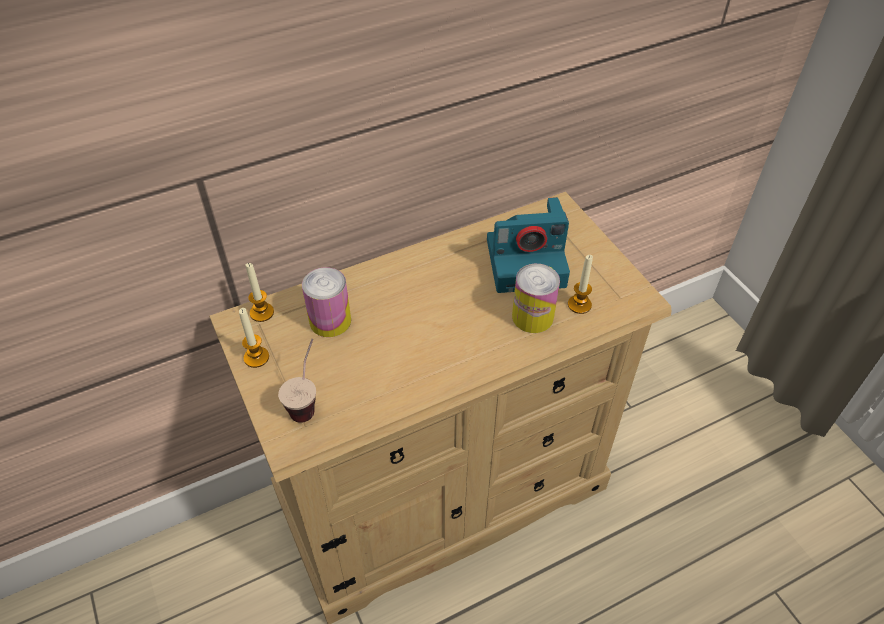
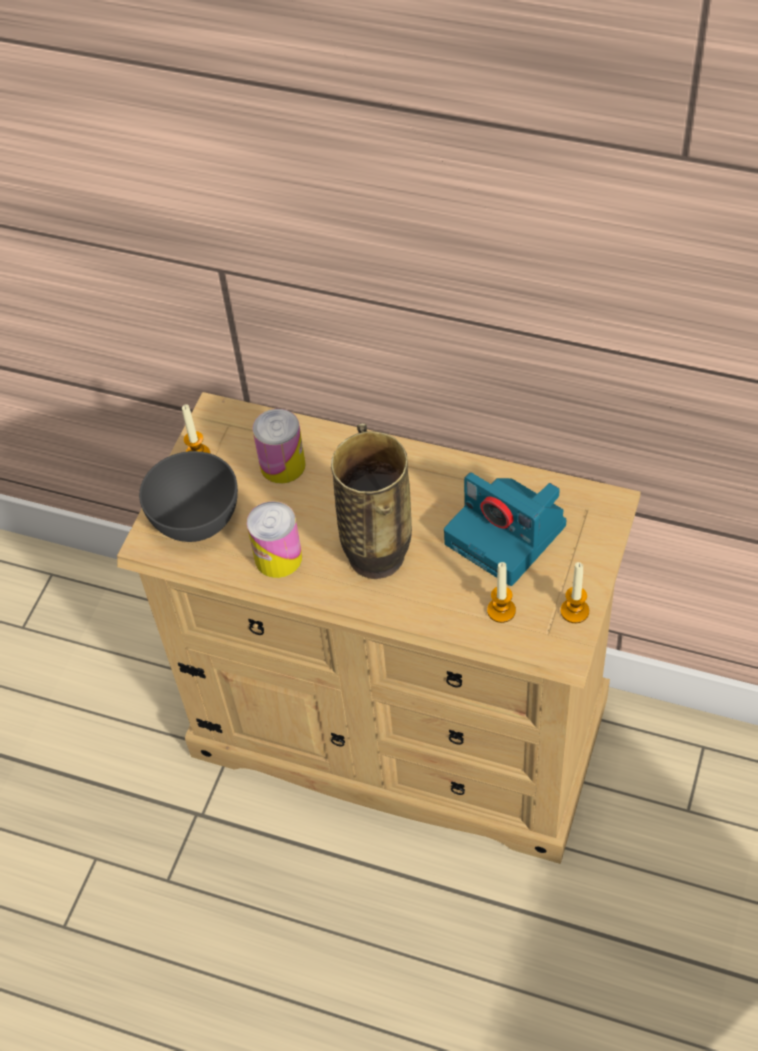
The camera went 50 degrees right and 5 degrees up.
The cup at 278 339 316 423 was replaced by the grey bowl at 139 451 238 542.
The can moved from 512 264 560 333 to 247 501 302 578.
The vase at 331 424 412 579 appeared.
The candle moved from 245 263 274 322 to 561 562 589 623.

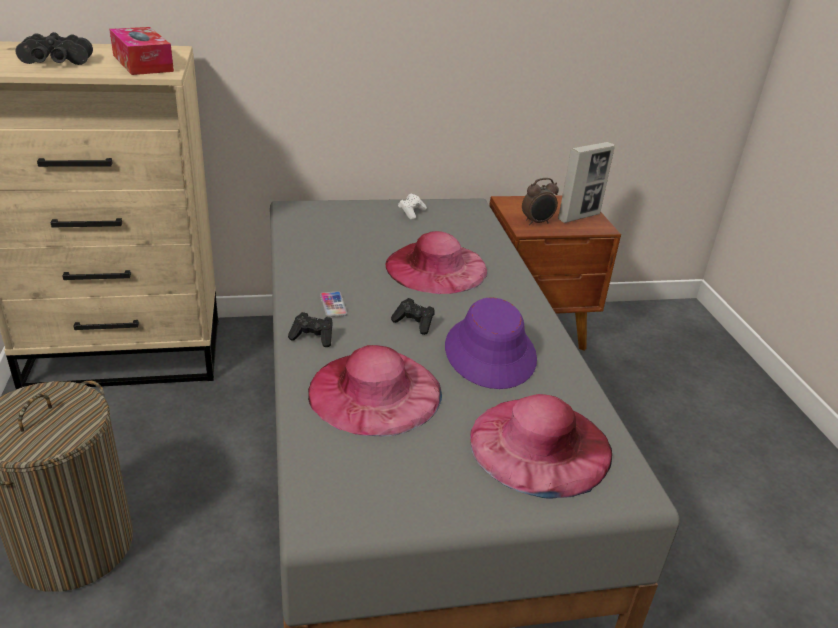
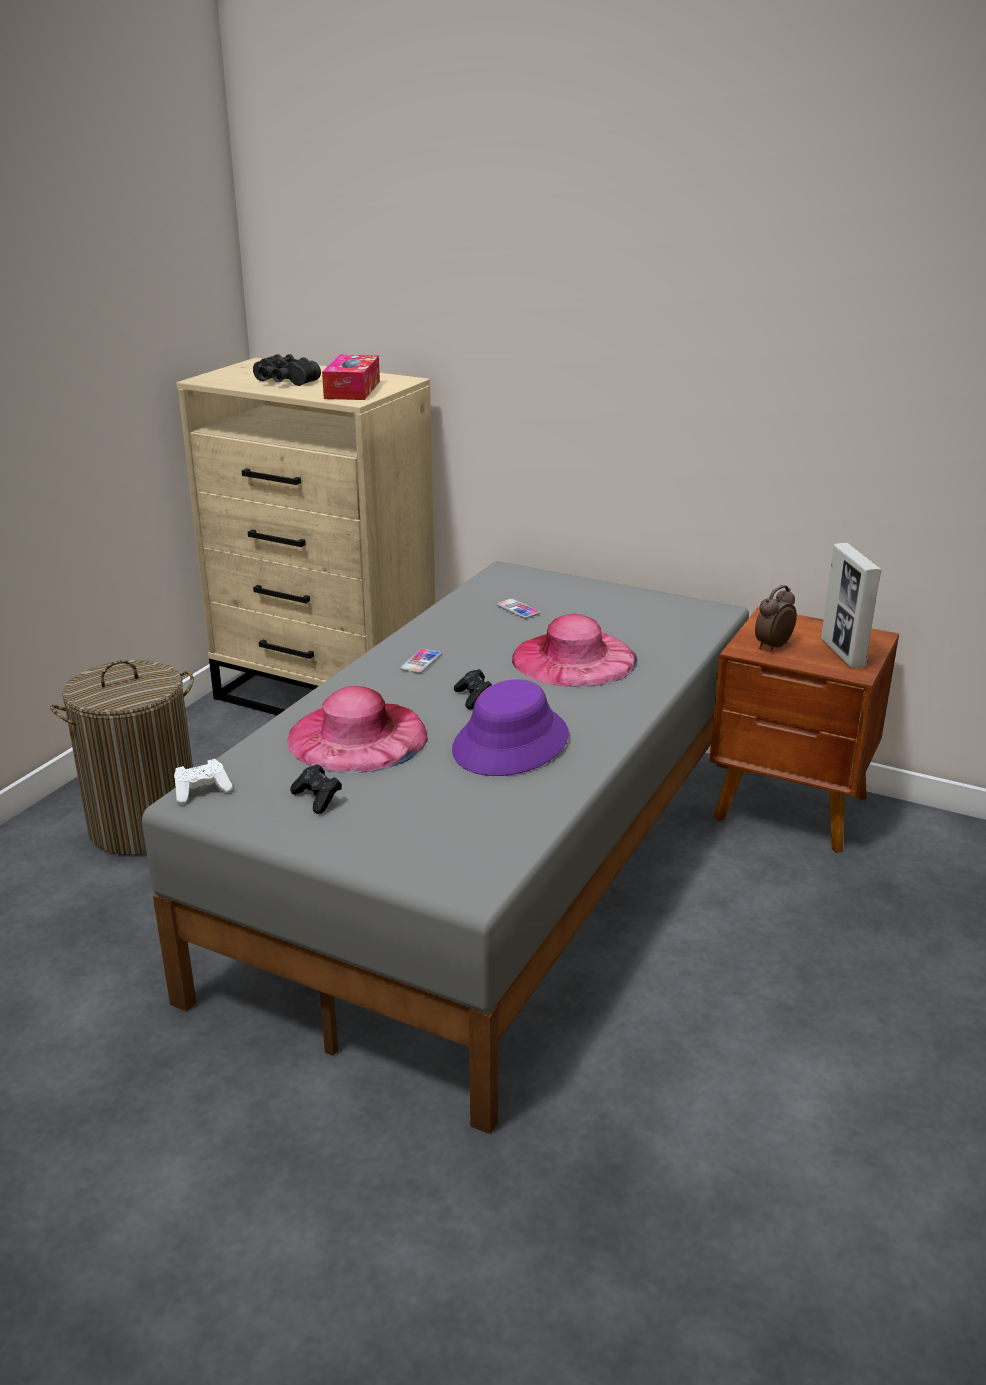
The camera went 40 degrees right and 5 degrees down.
The white game controller moved from 398 193 427 220 to 174 759 233 804.
The black game controller moved from 288 312 333 347 to 290 764 342 814.
The phone at 497 599 540 619 appeared.
The alarm clock at 522 178 559 225 turned 120 degrees clockwise.
The picture frame at 558 142 615 223 turned 75 degrees clockwise.
The pink hat at 470 394 612 499 disappeared.

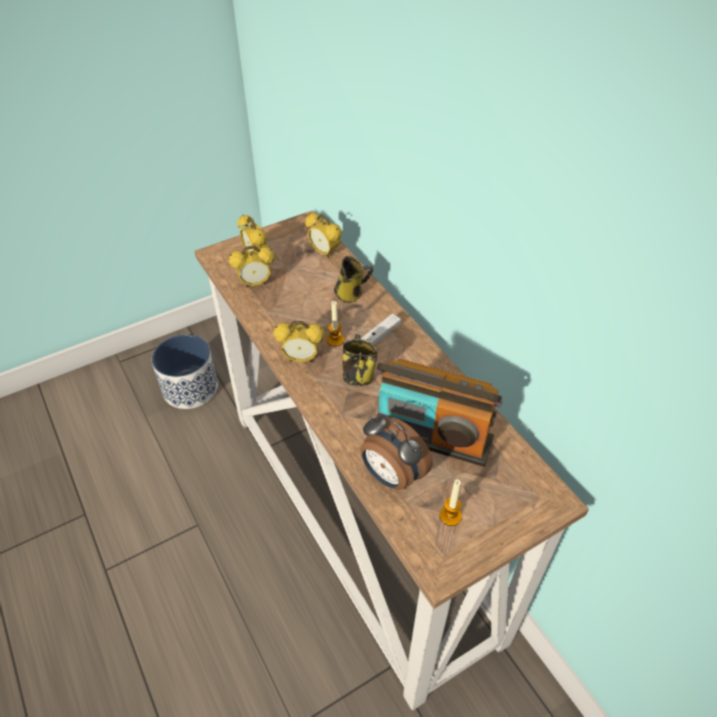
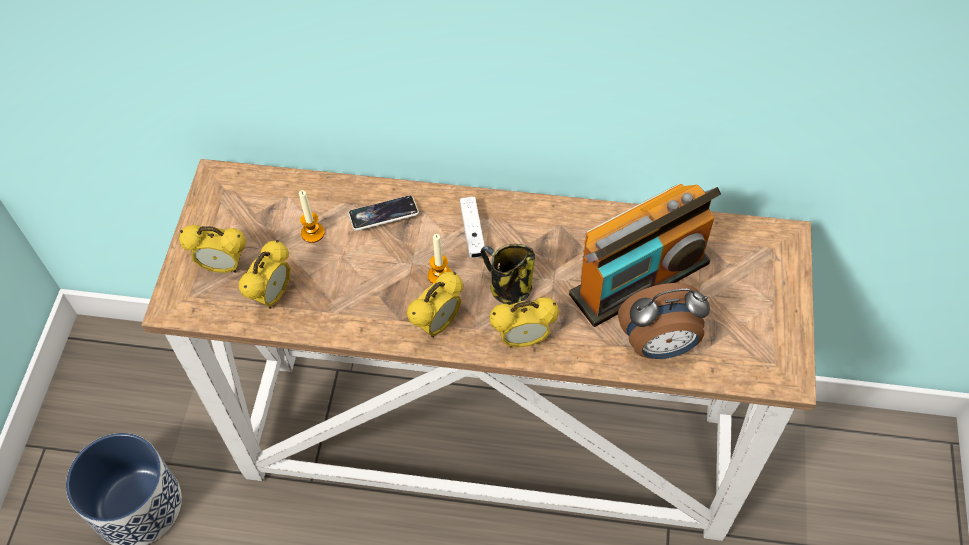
The camera went 50 degrees left and 10 degrees up.
The candle moved from 440 479 462 526 to 299 190 325 243.
The mug at 334 256 374 303 was replaced by the phone at 348 195 419 231.
The alarm clock moved from 305 213 342 258 to 489 297 559 347.

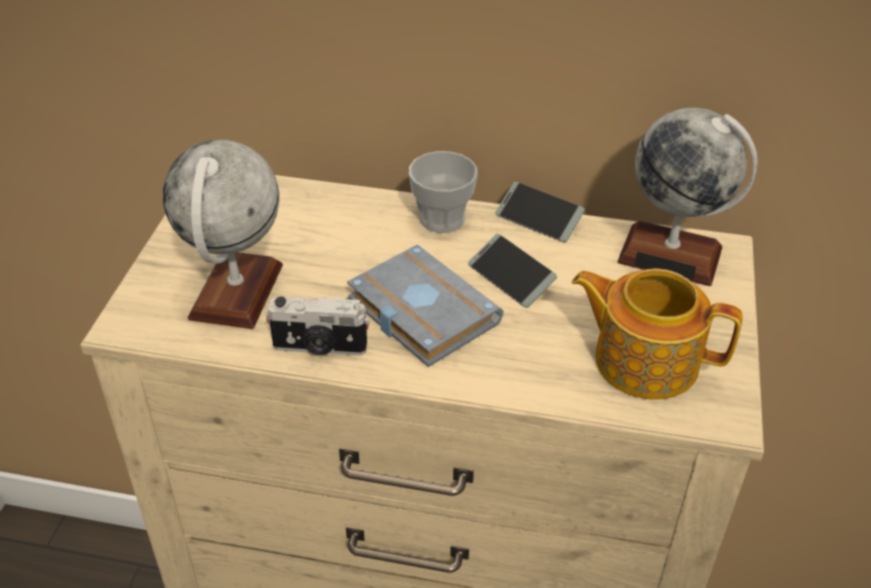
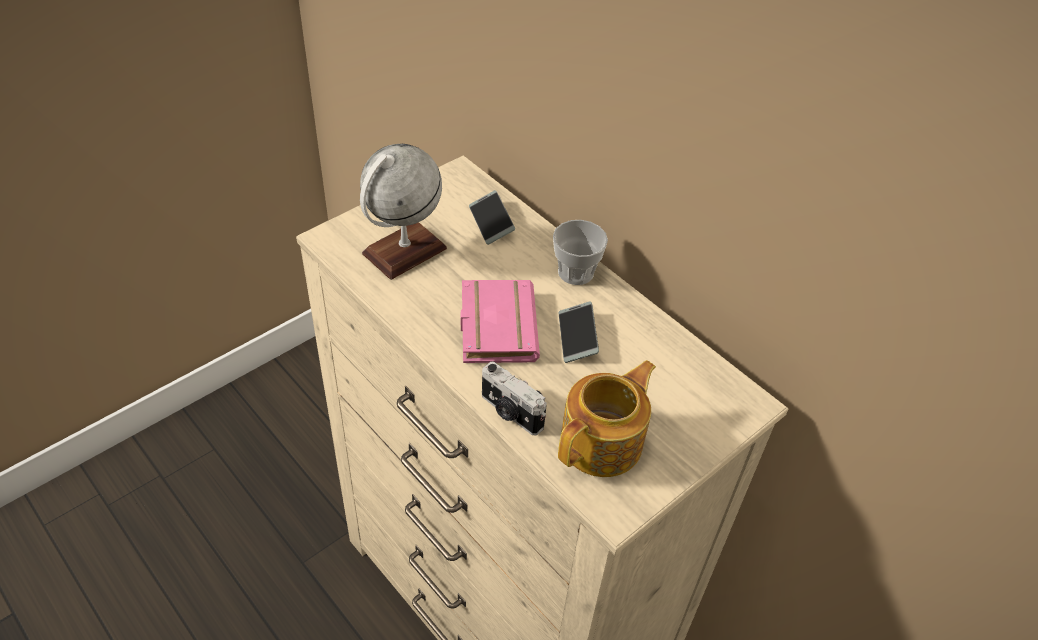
The camera went 35 degrees right and 5 degrees up.
The grey book at 347 244 504 367 became the pink book at 461 280 540 363.
The phone moved from 495 182 585 242 to 469 190 515 245.
The photo camera moved from 266 297 370 356 to 482 362 547 435.
The teapot at 572 268 743 400 turned 75 degrees clockwise.
The globe at 617 108 758 286 disappeared.

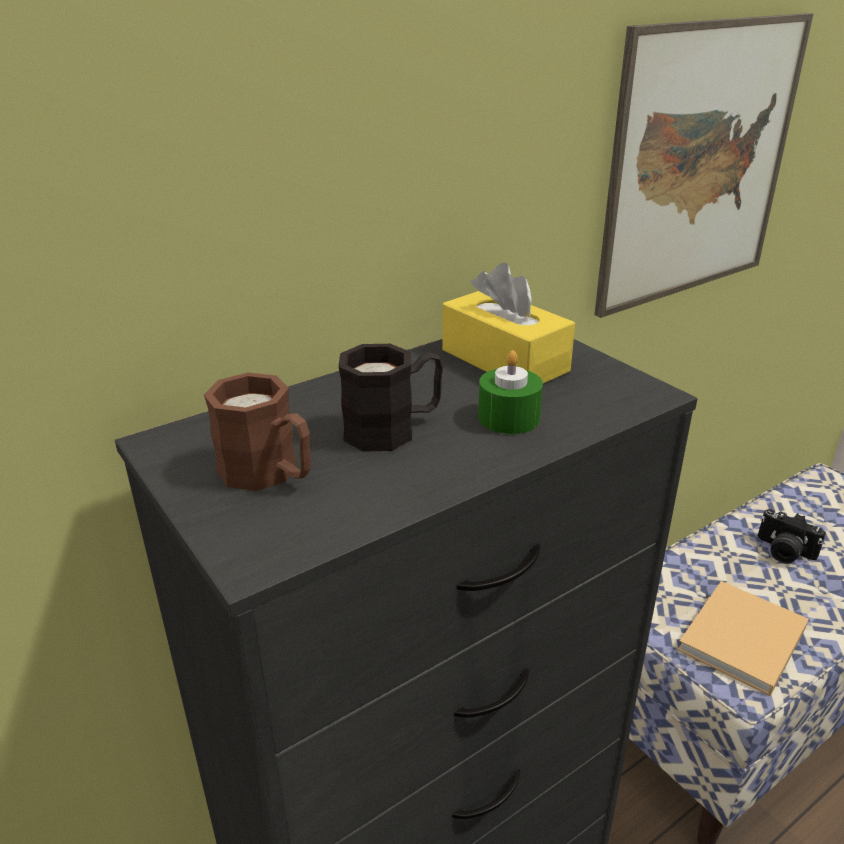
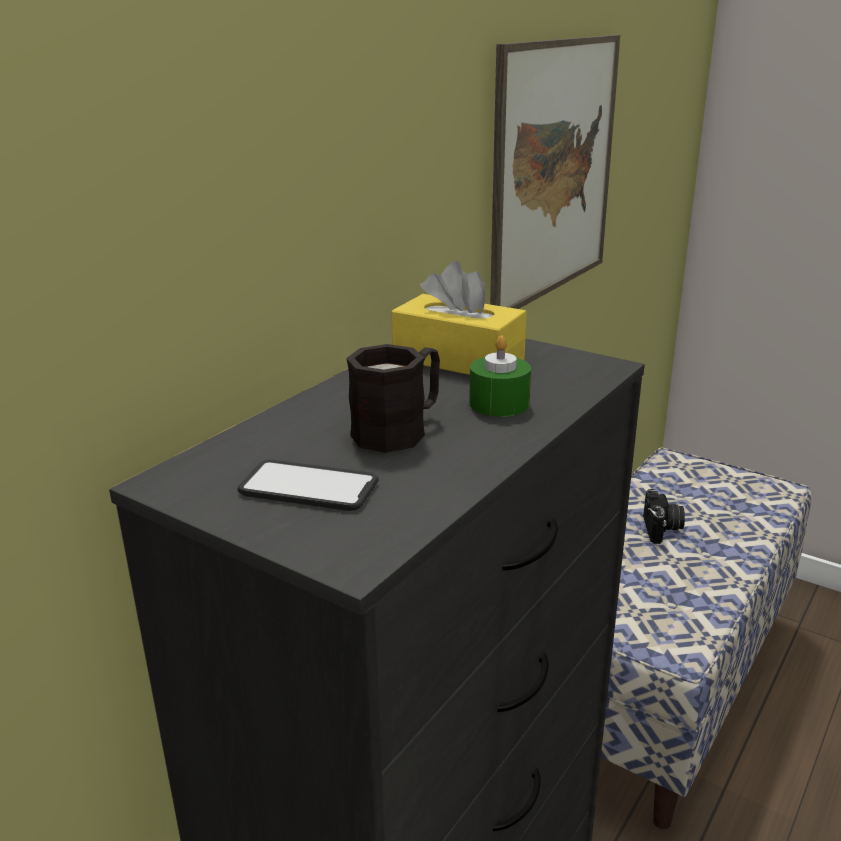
The camera went 20 degrees left and 5 degrees down.
The brown mug at 204 373 311 491 was replaced by the phone at 237 460 379 511.
The photo camera at 758 509 826 564 turned 105 degrees counterclockwise.
The beige book at 678 581 809 696 disappeared.

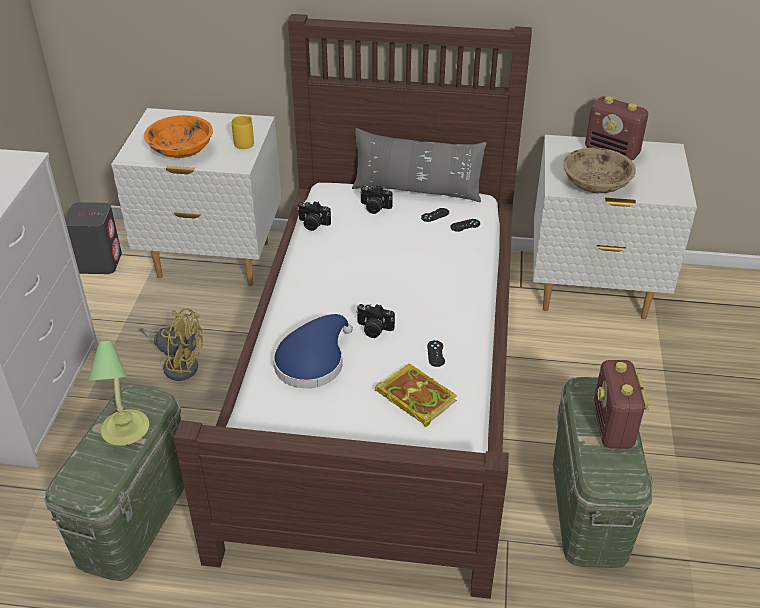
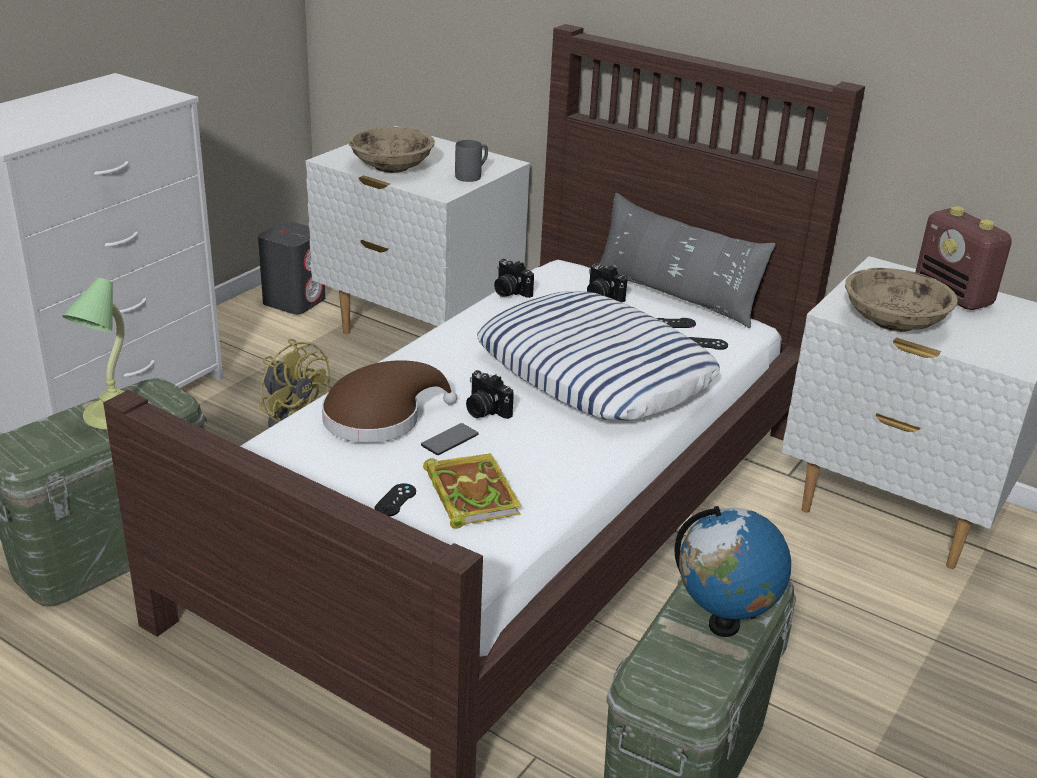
The camera went 25 degrees right and 10 degrees down.
The blue hat at 273 314 353 388 became the brown hat at 322 360 457 443.
The orange bowl at 144 115 213 158 became the beige bowl at 348 127 435 173.
The black game controller moved from 427 340 445 367 to 374 483 416 516.
The phone at 421 423 478 455 appeared.
The yellow mug at 232 116 254 149 became the grey mug at 455 140 488 182.
The pillow at 477 291 720 421 appeared.
The radio at 593 360 649 449 was replaced by the globe at 674 506 791 637.

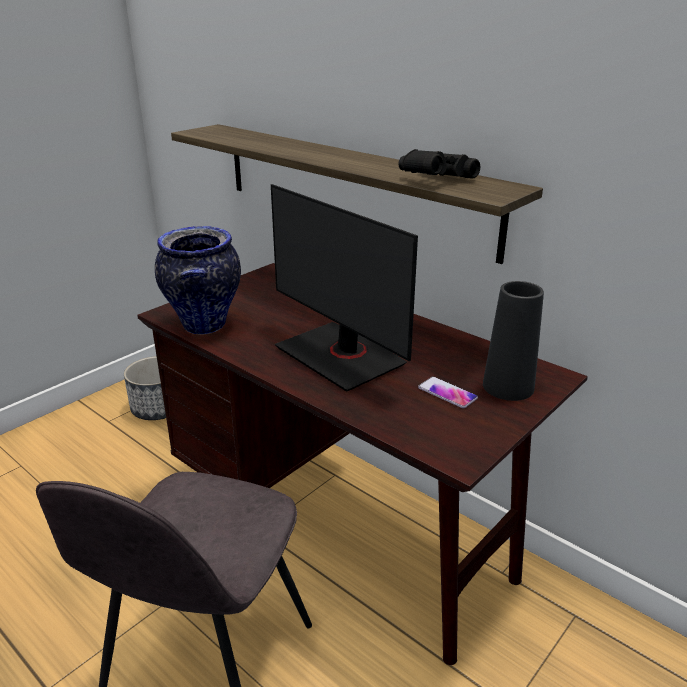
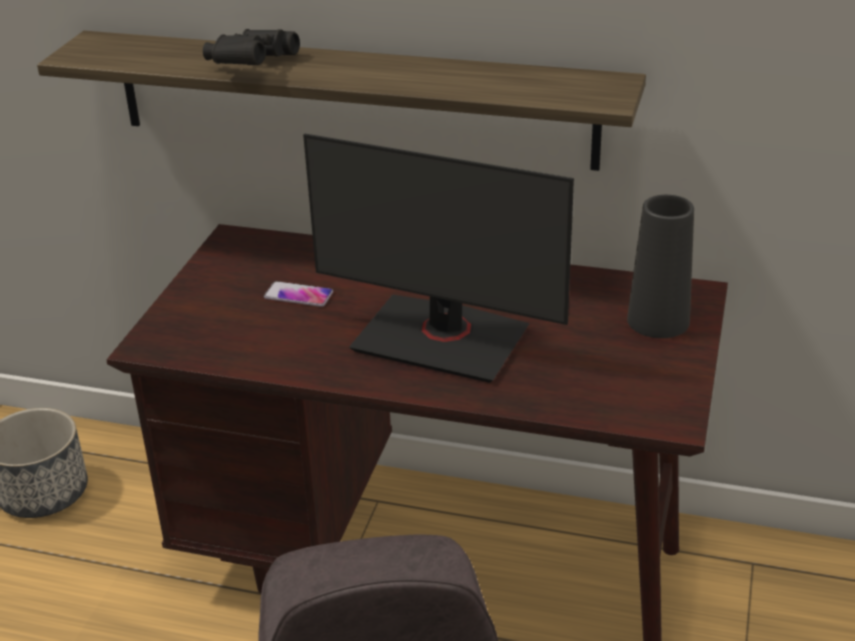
The camera went 25 degrees left and 5 degrees up.
The black binoculars moved from 399 149 480 179 to 203 29 300 65.
The phone moved from 418 377 478 408 to 264 281 333 307.
The vase at 155 226 241 334 disappeared.

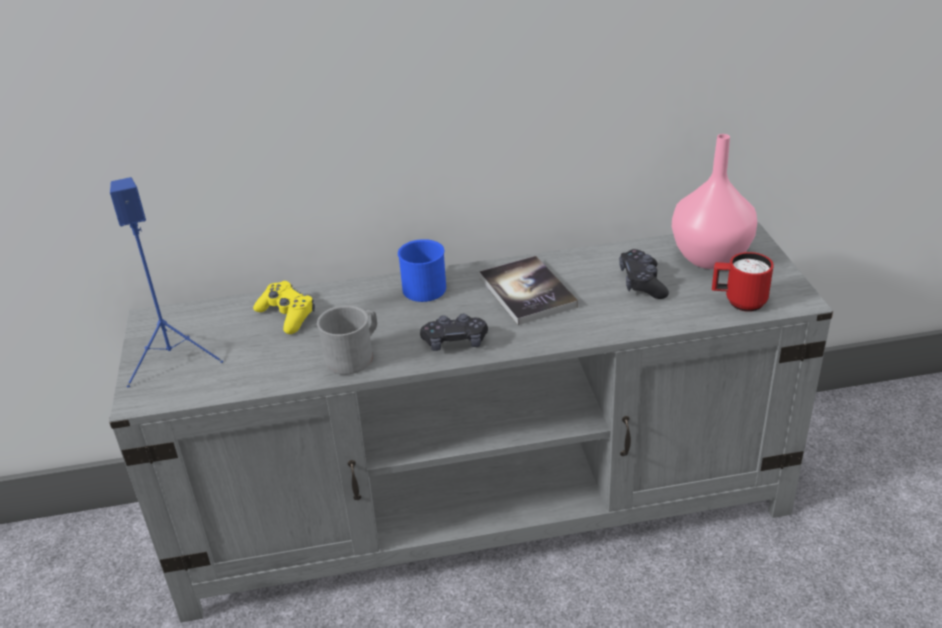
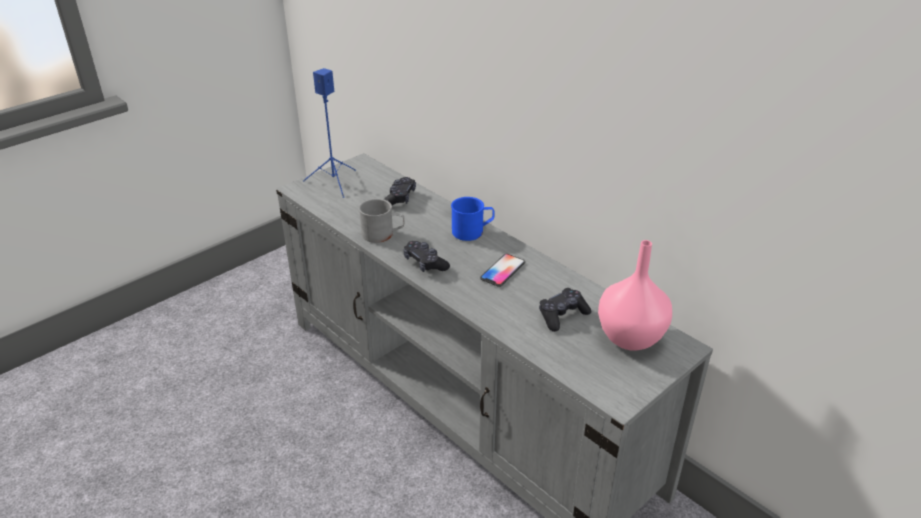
The camera went 55 degrees right and 0 degrees up.
The yellow game controller at 253 281 315 334 became the black game controller at 384 177 416 206.
The book at 479 256 578 325 was replaced by the phone at 480 254 525 287.
The red mug at 712 252 774 312 disappeared.

